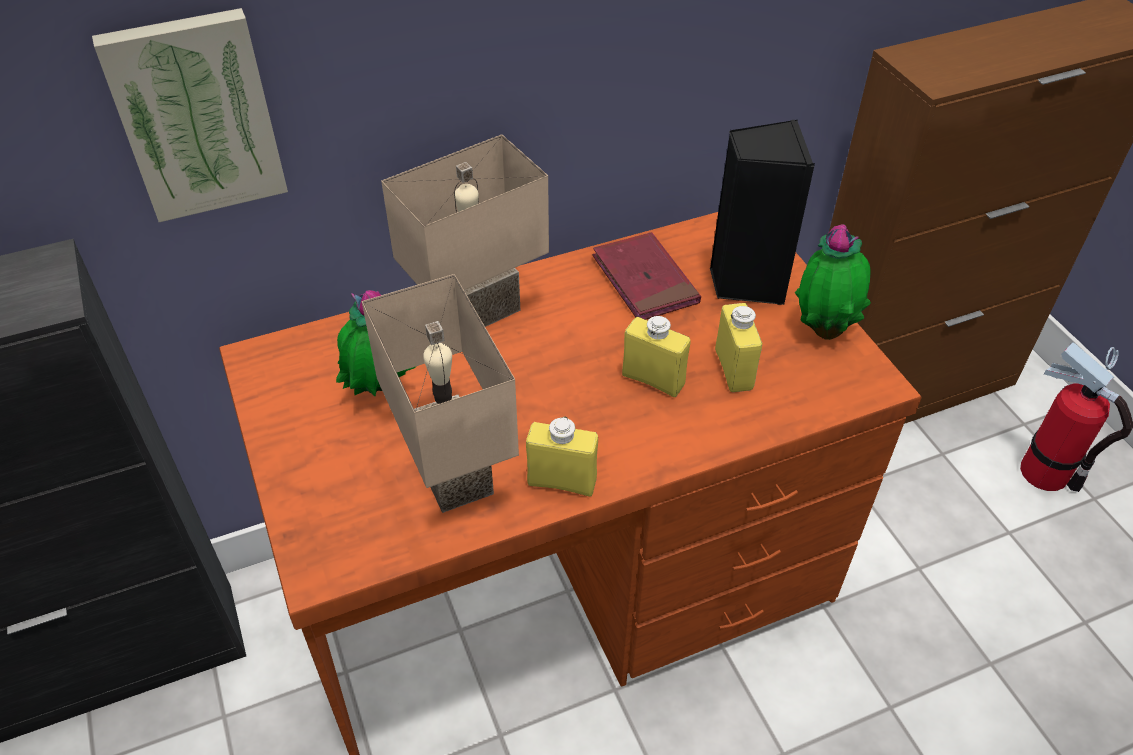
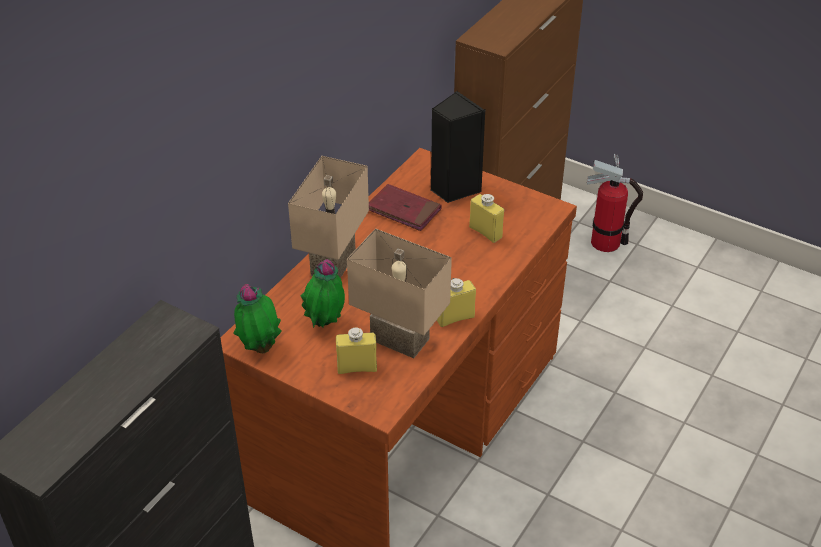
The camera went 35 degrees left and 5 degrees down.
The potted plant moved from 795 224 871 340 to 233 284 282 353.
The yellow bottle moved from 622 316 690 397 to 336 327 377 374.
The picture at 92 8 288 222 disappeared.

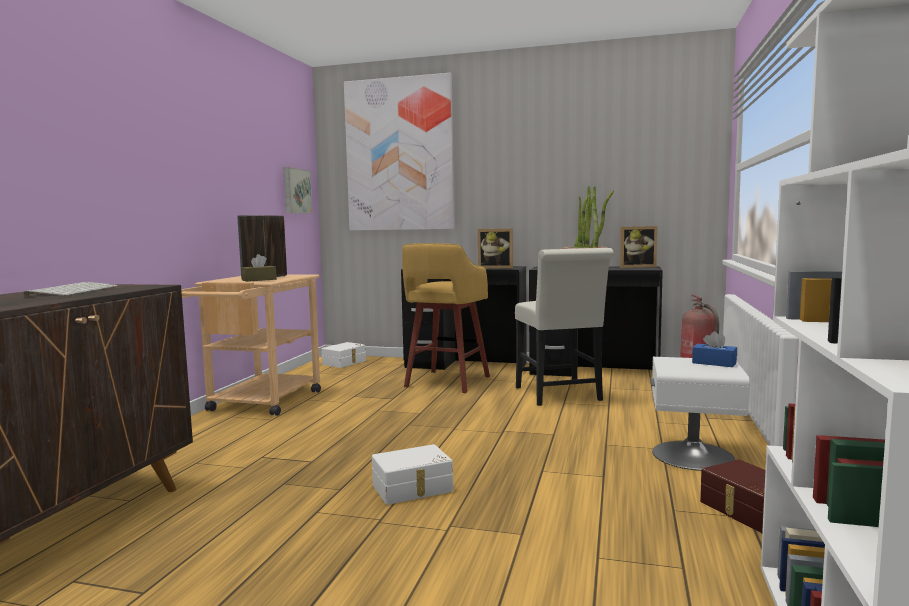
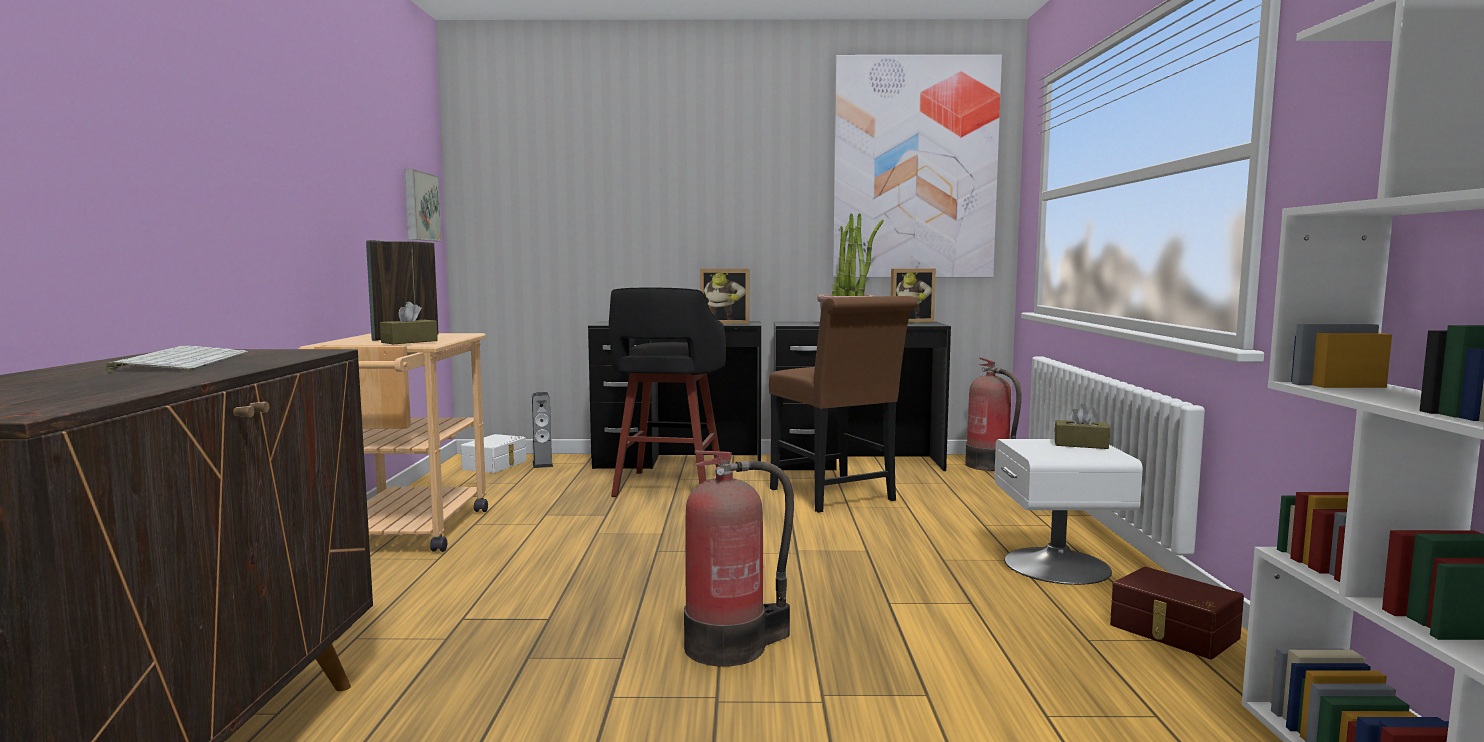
The camera went 15 degrees left and 0 degrees up.
The speaker at 532 392 553 468 appeared.
The yellow stool at 402 243 490 393 became the black stool at 609 287 726 497.
The white storage box at 372 444 453 505 was replaced by the fire extinguisher at 684 450 794 667.
The white chair at 515 248 614 406 became the brown chair at 769 296 917 513.
The picture moved from 344 73 455 231 to 832 55 1002 277.
The blue tissue box at 692 331 737 367 became the brown tissue box at 1054 403 1110 449.

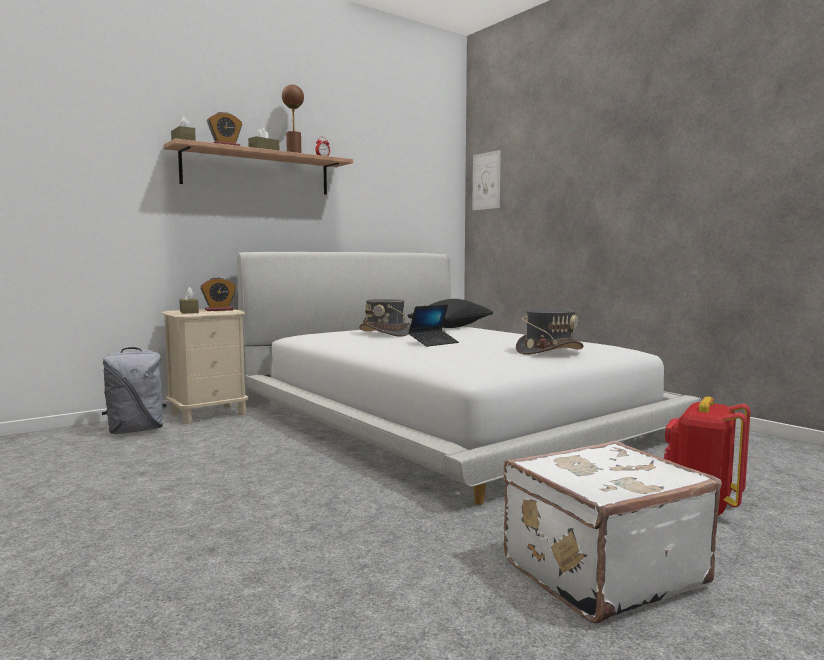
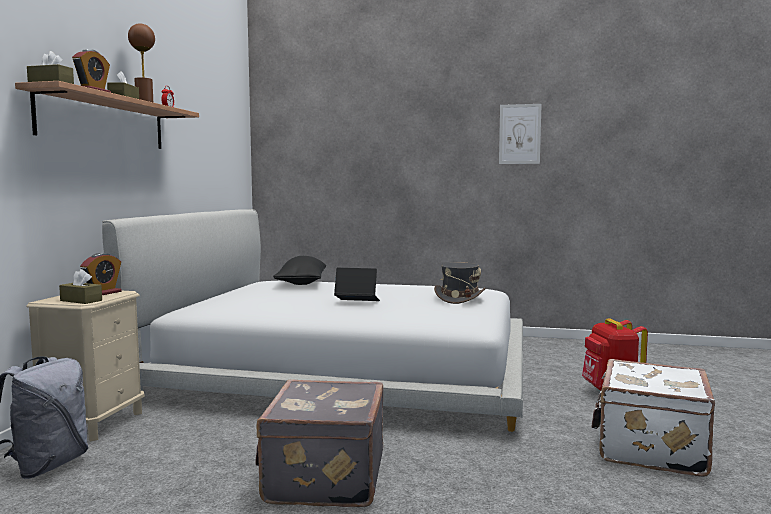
The camera went 40 degrees left and 0 degrees up.
The grey suitcase at 255 379 383 507 appeared.
The laptop at 408 304 459 347 turned 90 degrees counterclockwise.
The picture moved from 472 150 501 210 to 499 104 542 164.
The grey hat at 359 299 410 337 disappeared.

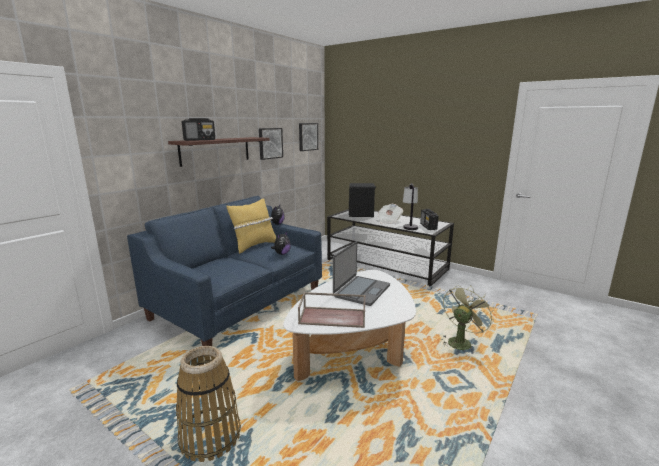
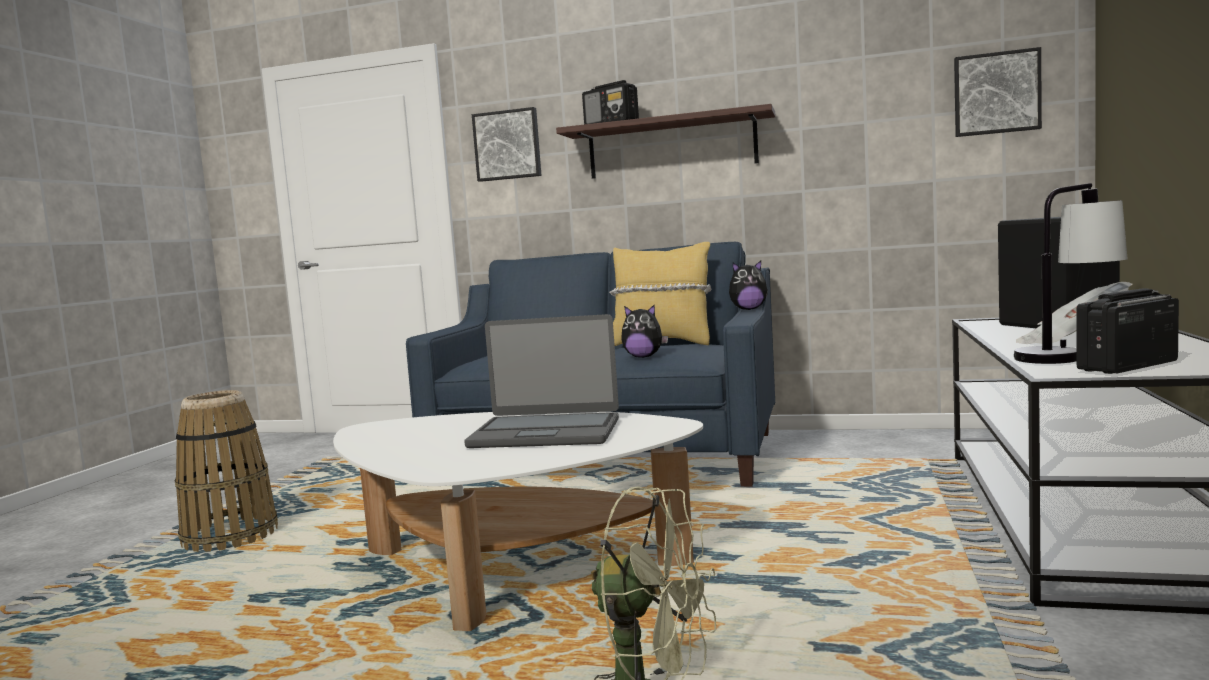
The camera went 70 degrees right and 10 degrees down.
The picture moved from 259 128 283 160 to 472 107 542 182.
The brown tray at 298 292 366 328 disappeared.

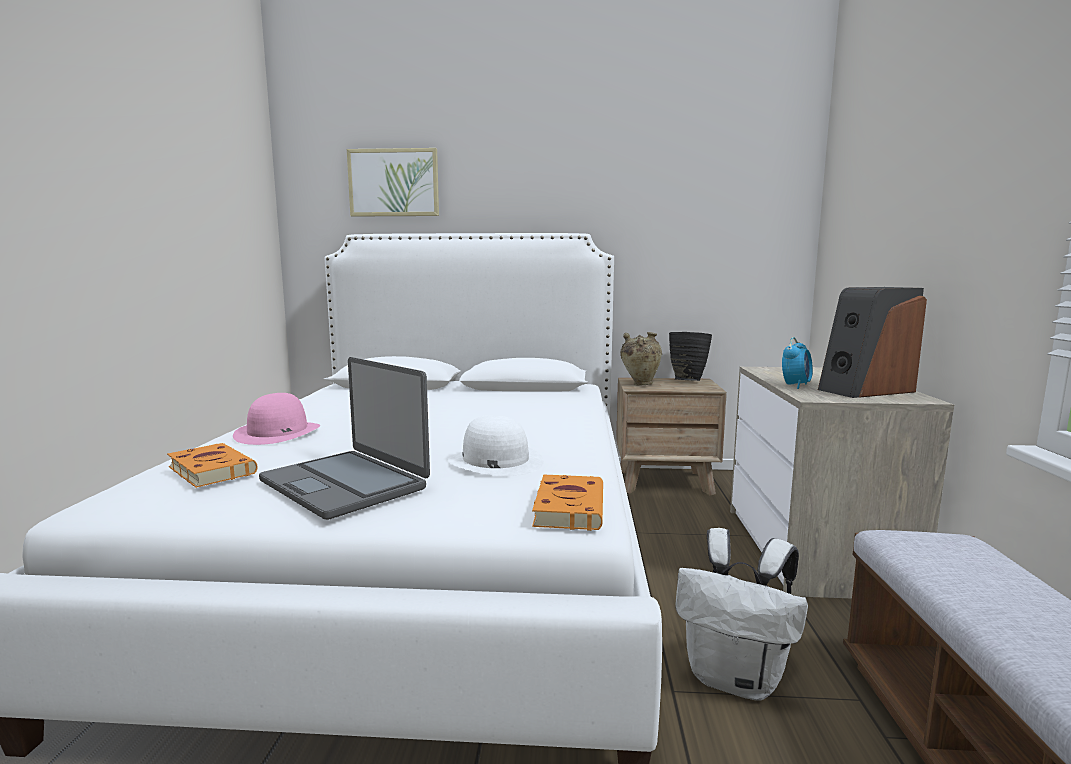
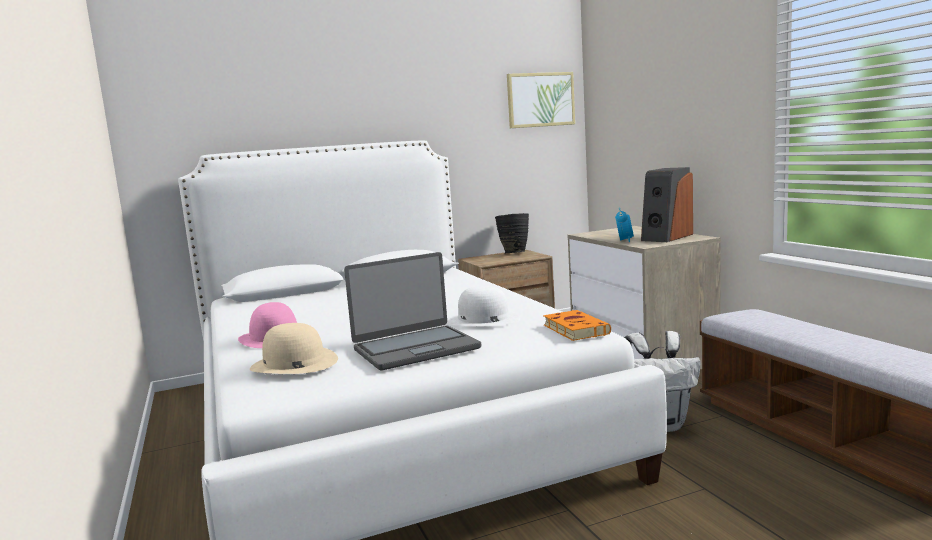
The camera went 25 degrees left and 0 degrees up.
The orange book at 167 443 258 488 was replaced by the beige hat at 250 323 338 374.
The laptop at 259 357 430 520 turned 45 degrees counterclockwise.
The picture moved from 347 148 439 217 to 507 72 575 128.
The beige vase at 620 332 662 385 disappeared.

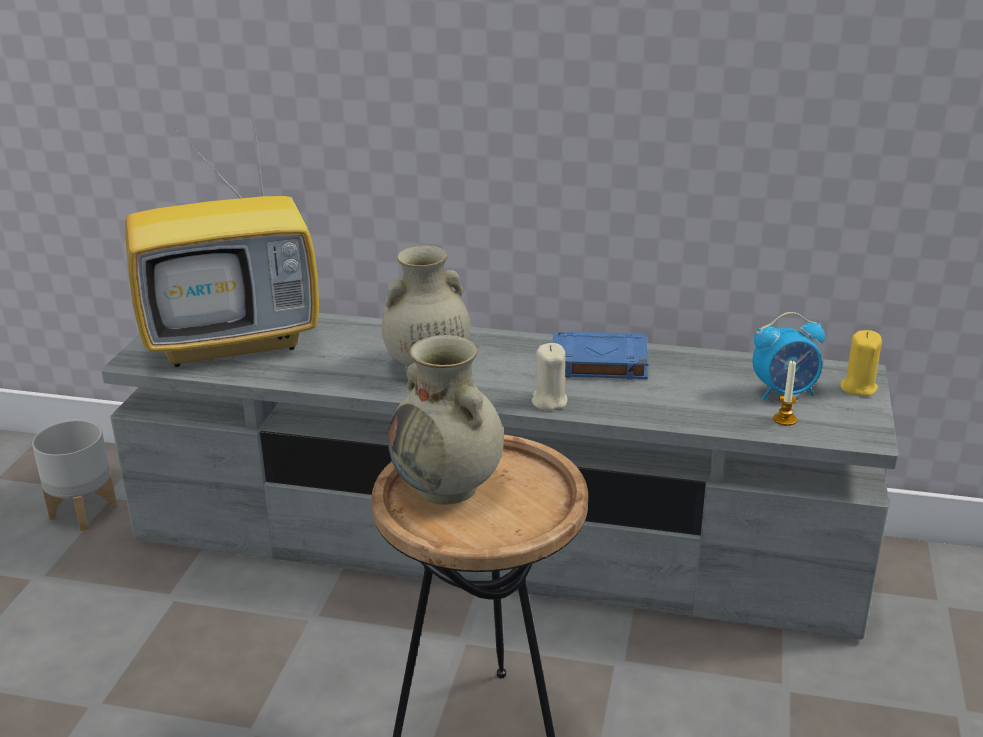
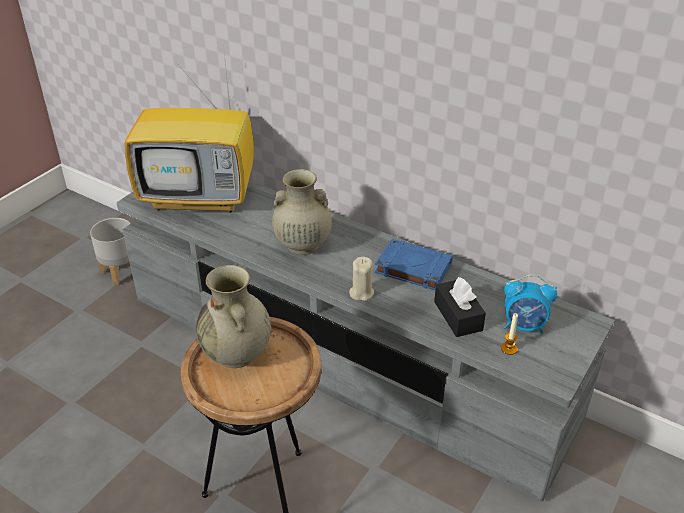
The camera went 20 degrees right and 10 degrees up.
The black tissue box at 434 277 486 337 appeared.
The yellow candle at 840 330 882 396 disappeared.

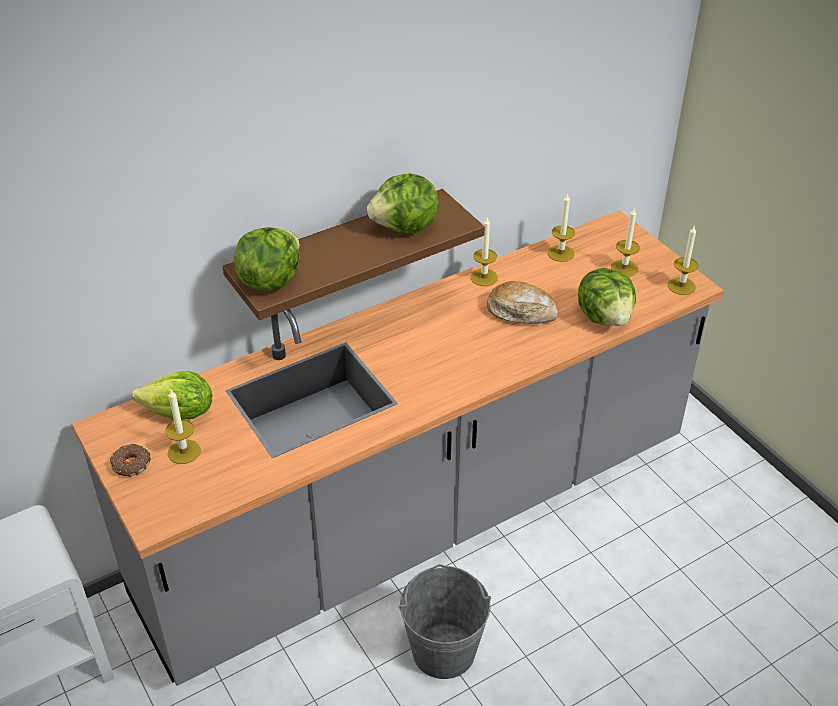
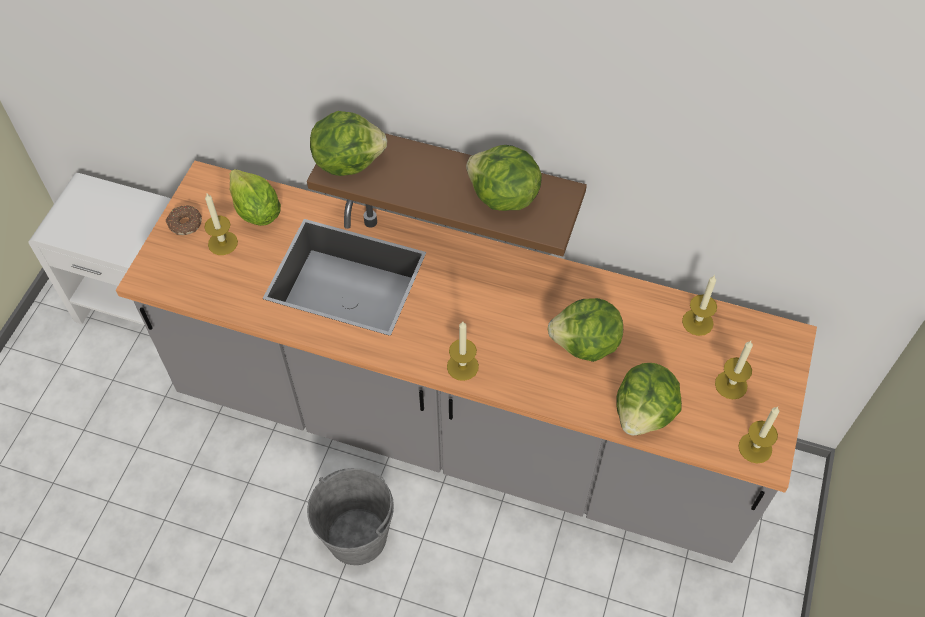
The camera went 50 degrees right and 15 degrees up.
The candle moved from 471 218 498 286 to 447 322 479 381.
The bread at 487 281 559 324 was replaced by the lettuce at 547 298 623 362.

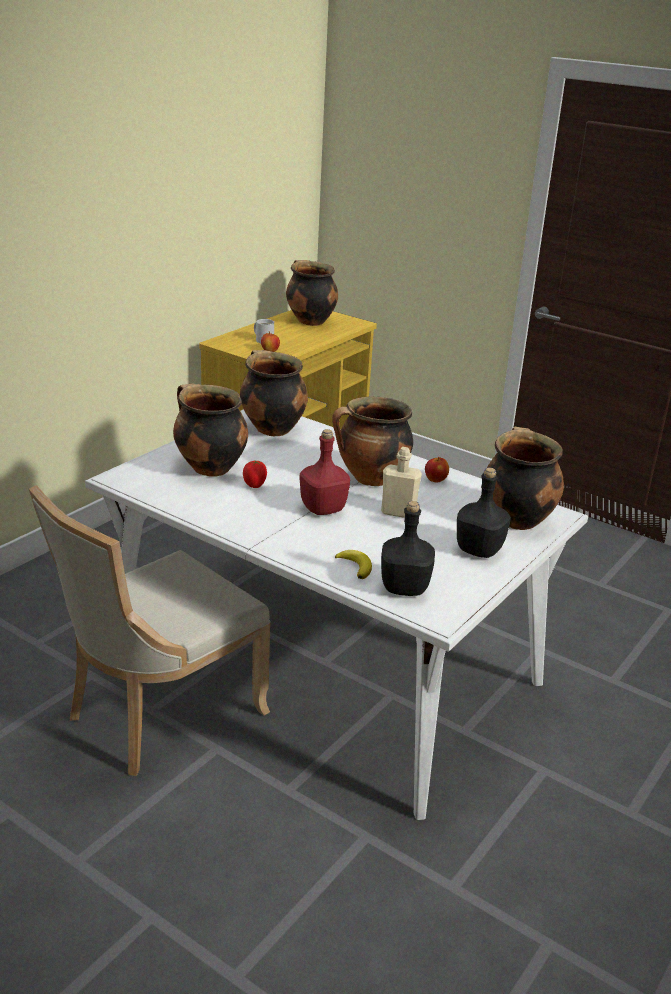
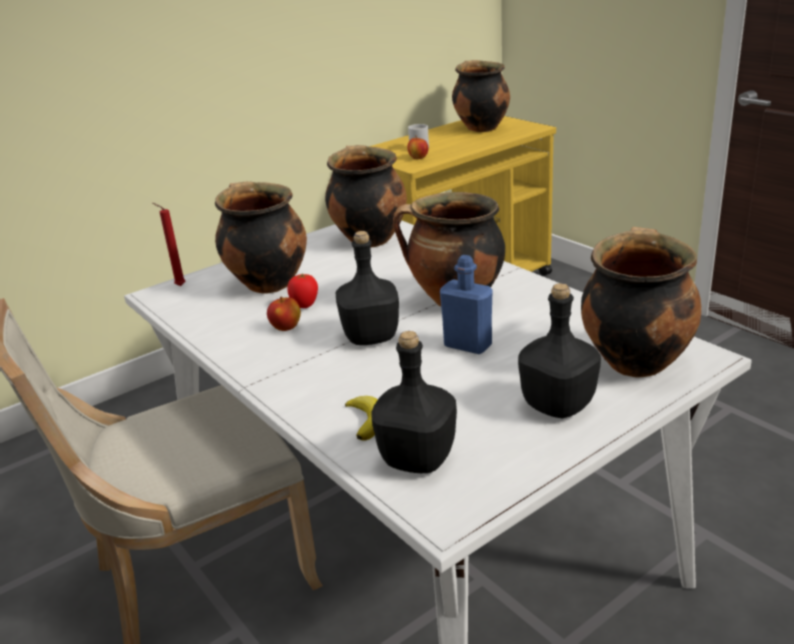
The camera went 20 degrees right and 0 degrees up.
The red candle at 152 203 185 286 appeared.
The apple moved from 425 457 449 482 to 267 296 301 331.
The red bottle at 300 429 350 515 became the black bottle at 336 231 399 345.
The beige bottle at 381 447 422 518 became the blue bottle at 440 255 493 354.

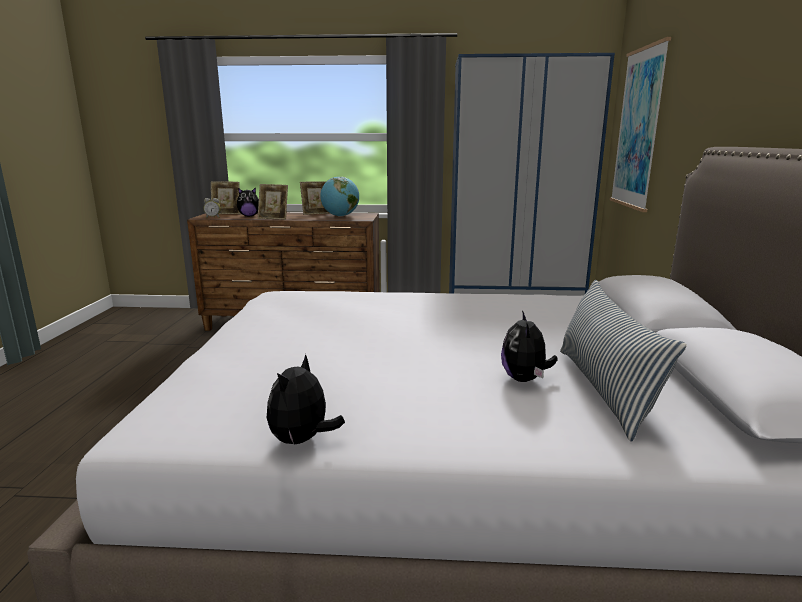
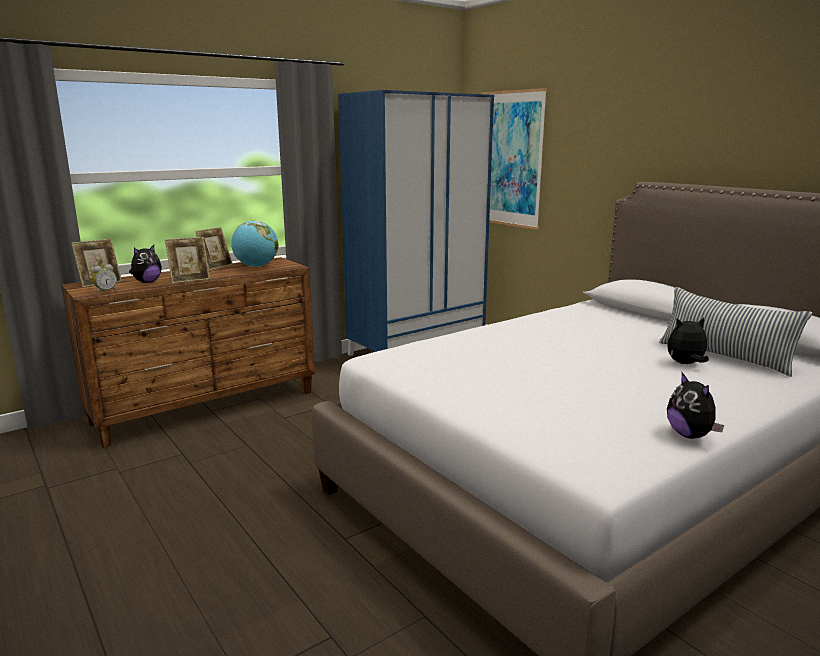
The camera went 40 degrees left and 0 degrees up.
The plush toy at 501 310 558 382 turned 120 degrees clockwise.

